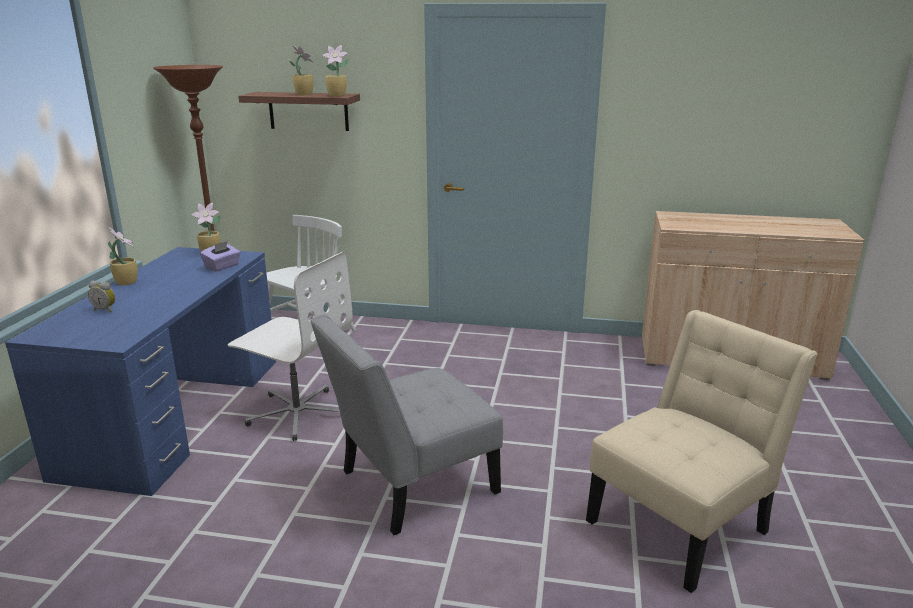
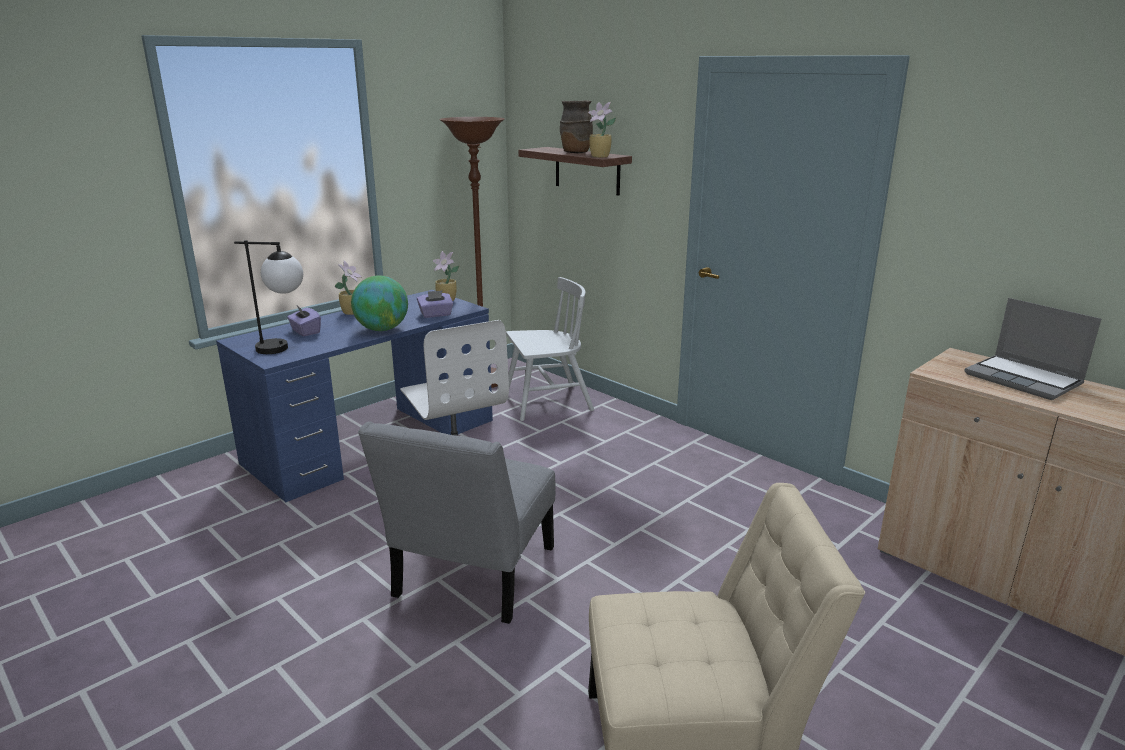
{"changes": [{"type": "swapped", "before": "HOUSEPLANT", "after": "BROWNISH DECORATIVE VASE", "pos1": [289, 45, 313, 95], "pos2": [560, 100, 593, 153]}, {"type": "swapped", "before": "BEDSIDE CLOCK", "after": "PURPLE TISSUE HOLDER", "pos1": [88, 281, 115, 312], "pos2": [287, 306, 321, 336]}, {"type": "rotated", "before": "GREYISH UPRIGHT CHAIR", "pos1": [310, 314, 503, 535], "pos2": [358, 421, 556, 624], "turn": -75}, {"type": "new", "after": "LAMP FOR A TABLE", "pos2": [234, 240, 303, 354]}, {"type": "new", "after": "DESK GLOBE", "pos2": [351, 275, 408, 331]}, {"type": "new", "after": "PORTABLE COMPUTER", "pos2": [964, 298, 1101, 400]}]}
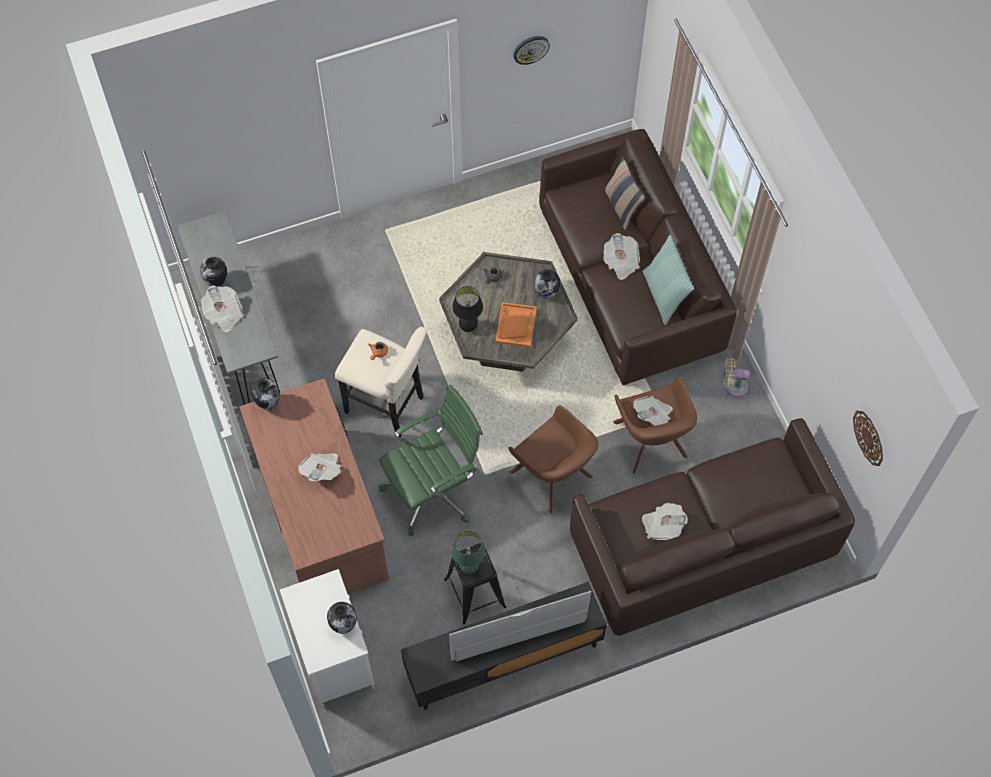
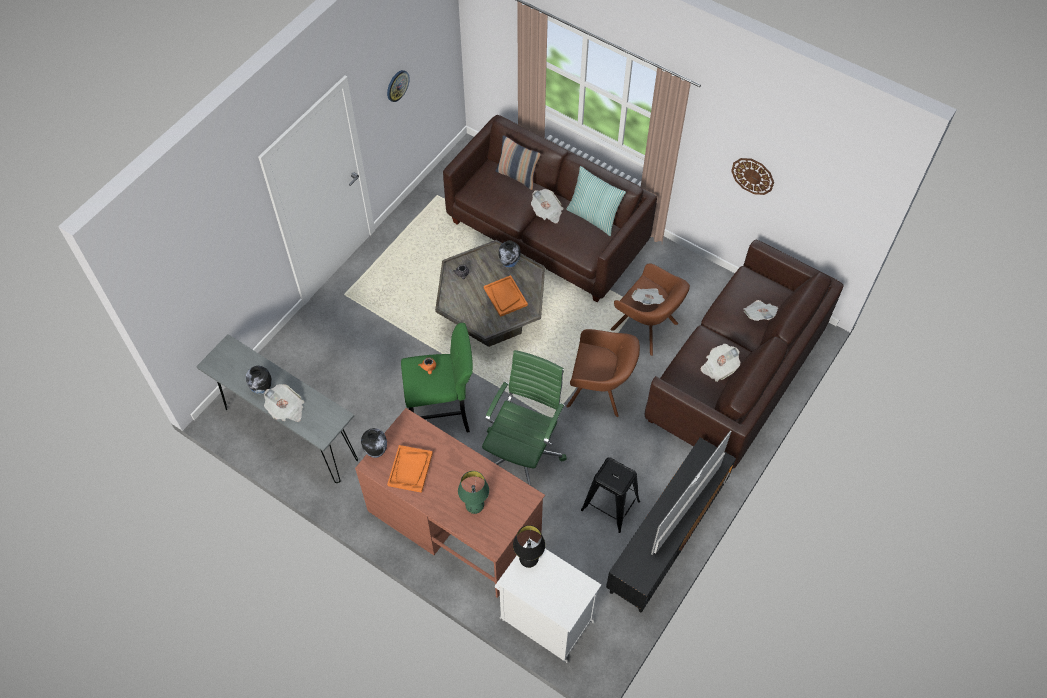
{"changes": [{"type": "shifted", "before": "BLACK-COLOURED LAMP FOR A TABLE", "pos1": [452, 286, 483, 332], "pos2": [513, 525, 545, 568]}, {"type": "repainted", "before": "BEIGE SITTING STOOL", "after": "GREEN-COLOURED SITTING STOOL", "pos1": [335, 327, 427, 437], "pos2": [401, 323, 473, 432]}, {"type": "gone", "before": "BEIGE COOLING FAN", "pos1": [723, 357, 749, 397]}, {"type": "shifted", "before": "WALL CLOCK", "pos1": [853, 411, 883, 466], "pos2": [731, 158, 774, 195]}, {"type": "shifted", "before": "PRINTED PAPER", "pos1": [298, 453, 341, 481], "pos2": [743, 300, 778, 321]}, {"type": "shifted", "before": "GREEN-COLOURED LAMP FOR A TABLE", "pos1": [452, 531, 486, 574], "pos2": [458, 471, 489, 514]}, {"type": "gone", "before": "DECORATIVE VASE", "pos1": [327, 602, 357, 634]}, {"type": "new", "after": "ORANGEY CARRYING TRAY", "pos2": [387, 445, 433, 493]}]}
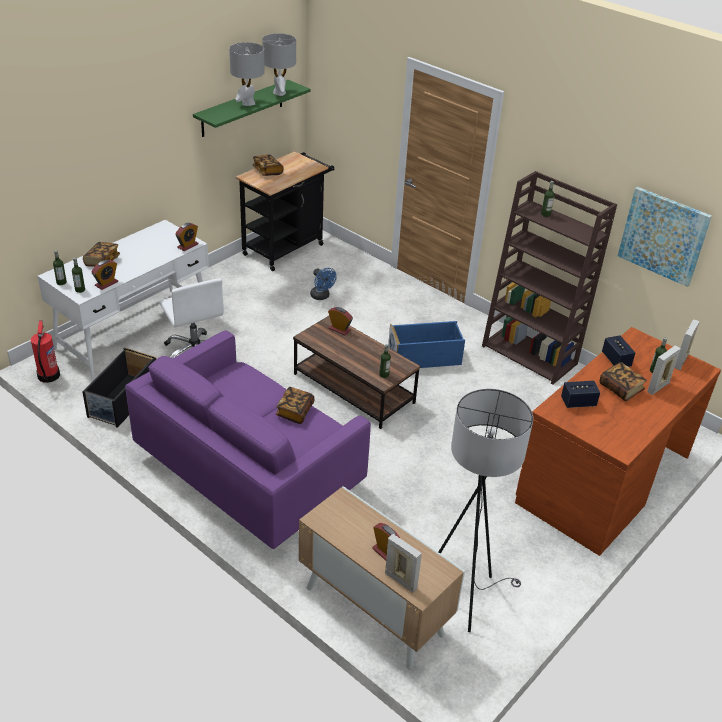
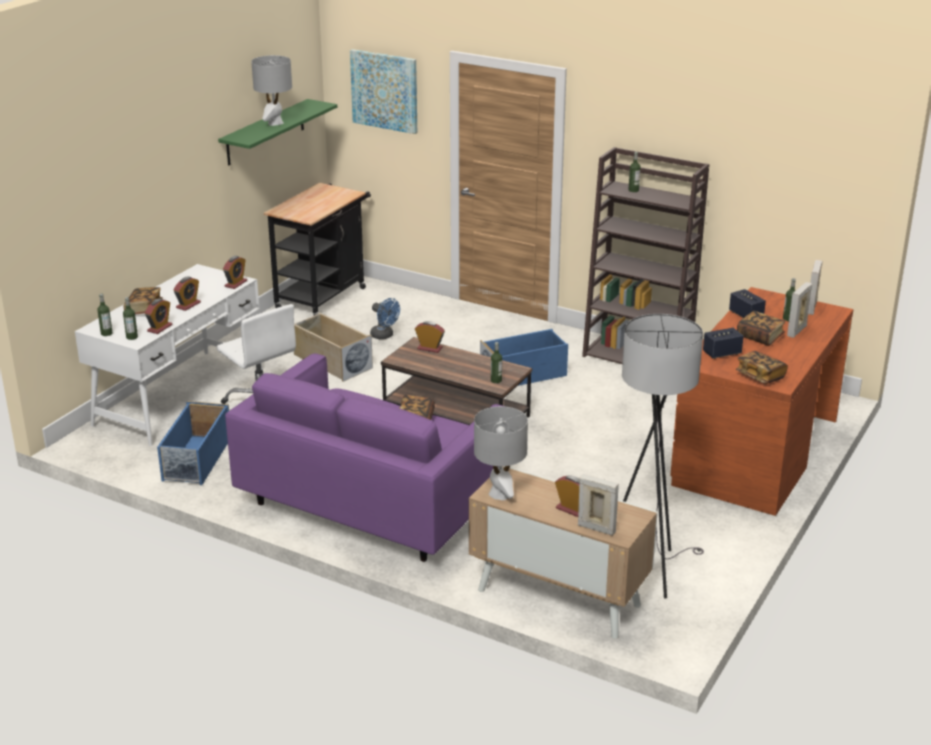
{"changes": [{"type": "shifted", "before": "GREYISH LAMP FOR A TABLE", "pos1": [262, 33, 296, 96], "pos2": [474, 406, 528, 500]}, {"type": "shifted", "before": "BOUND BOOK", "pos1": [252, 154, 283, 176], "pos2": [736, 351, 788, 384]}, {"type": "shifted", "before": "WALL PICTURE", "pos1": [618, 187, 712, 287], "pos2": [350, 49, 417, 134]}, {"type": "gone", "before": "EXTINGUISHER", "pos1": [31, 320, 60, 383]}, {"type": "repainted", "before": "BLACK-COLOURED STORAGE BIN", "after": "BLUISH STORAGE BIN", "pos1": [82, 347, 156, 428], "pos2": [157, 401, 229, 485]}, {"type": "new", "after": "BEDSIDE CLOCK", "pos2": [174, 276, 201, 311]}, {"type": "new", "after": "BEIGE STORAGE BIN", "pos2": [294, 313, 373, 382]}]}
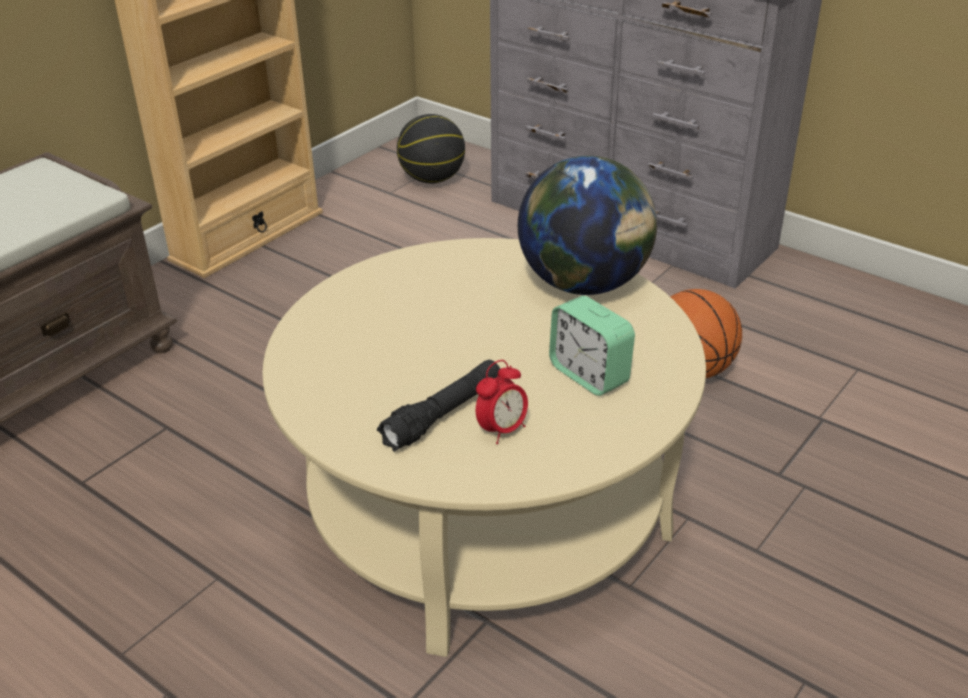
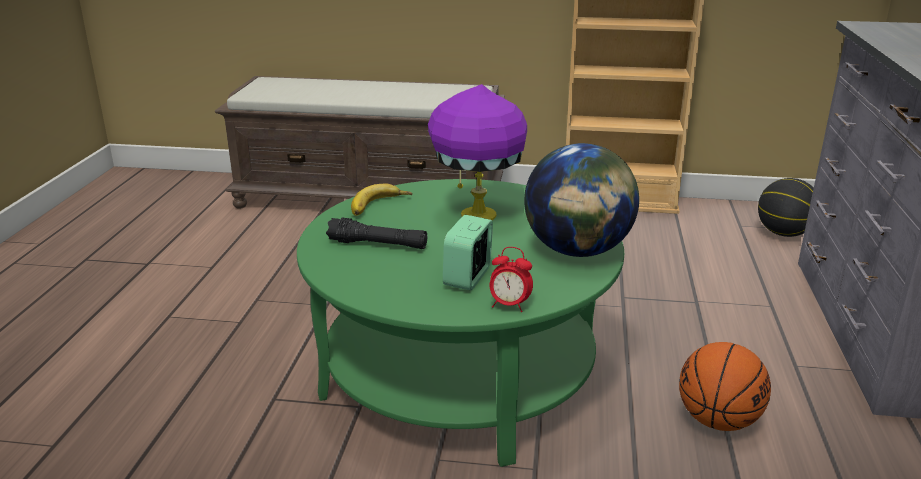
{"changes": [{"type": "repainted", "before": "BEIGE LOUNGE TABLE", "after": "GREEN-COLOURED LOUNGE TABLE", "pos1": [262, 238, 706, 657], "pos2": [297, 179, 624, 467]}, {"type": "shifted", "before": "BEDSIDE CLOCK", "pos1": [476, 360, 528, 444], "pos2": [490, 247, 533, 312]}, {"type": "new", "after": "PURPLE LAMP FOR A TABLE", "pos2": [428, 84, 527, 220]}, {"type": "new", "after": "BANANA FRUIT", "pos2": [351, 184, 412, 216]}]}
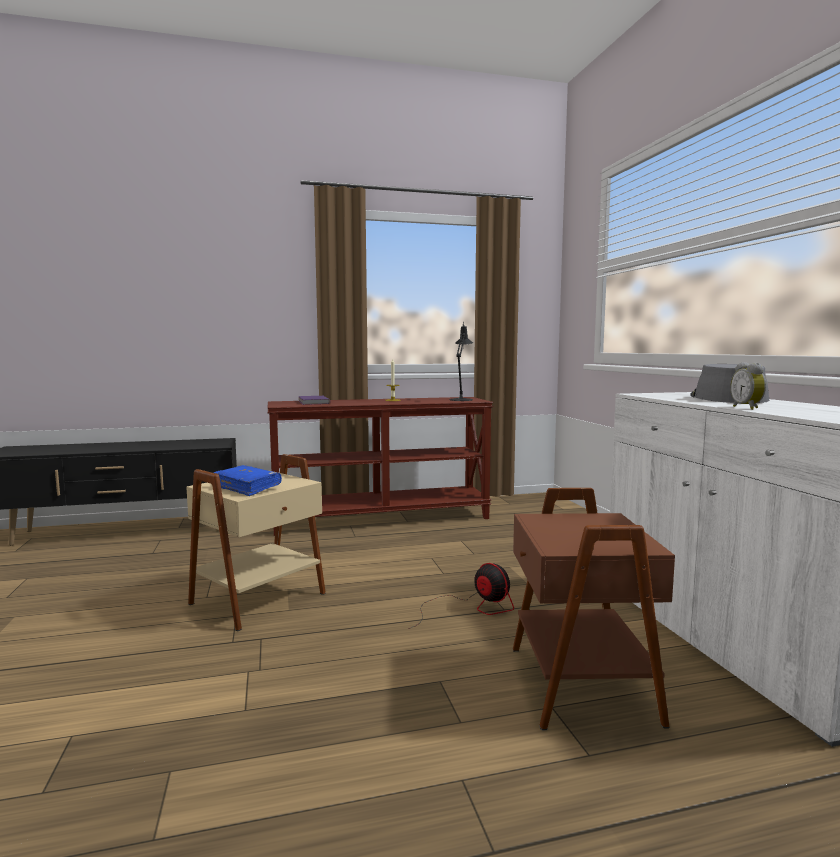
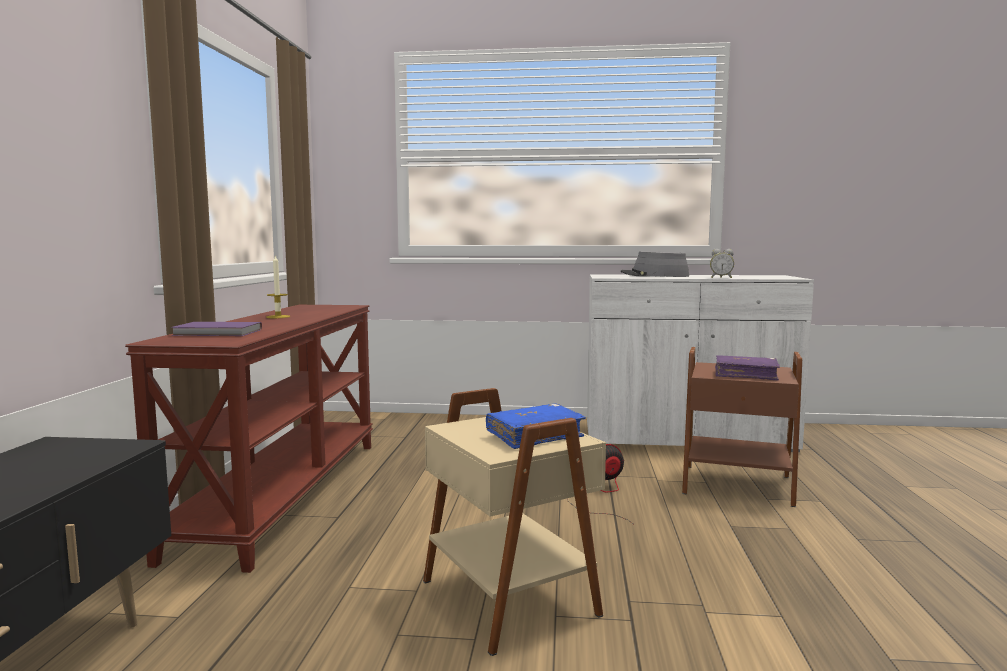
{"changes": [{"type": "gone", "before": "BLACK-COLOURED LAMP FOR A TABLE", "pos1": [449, 322, 473, 401]}, {"type": "new", "after": "PURPLE BOUND BOOK", "pos2": [715, 355, 780, 381]}]}
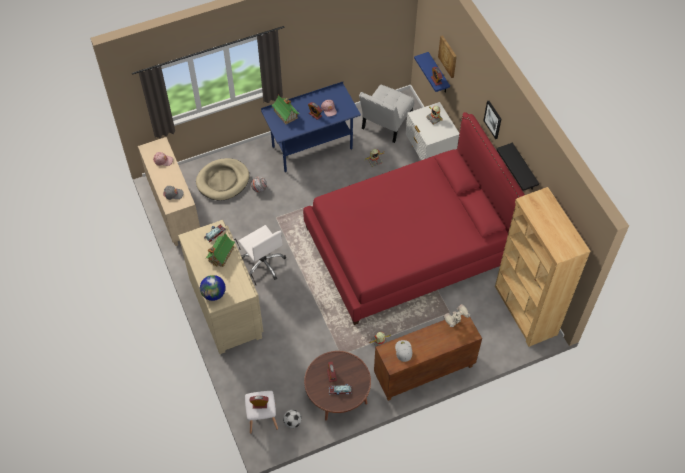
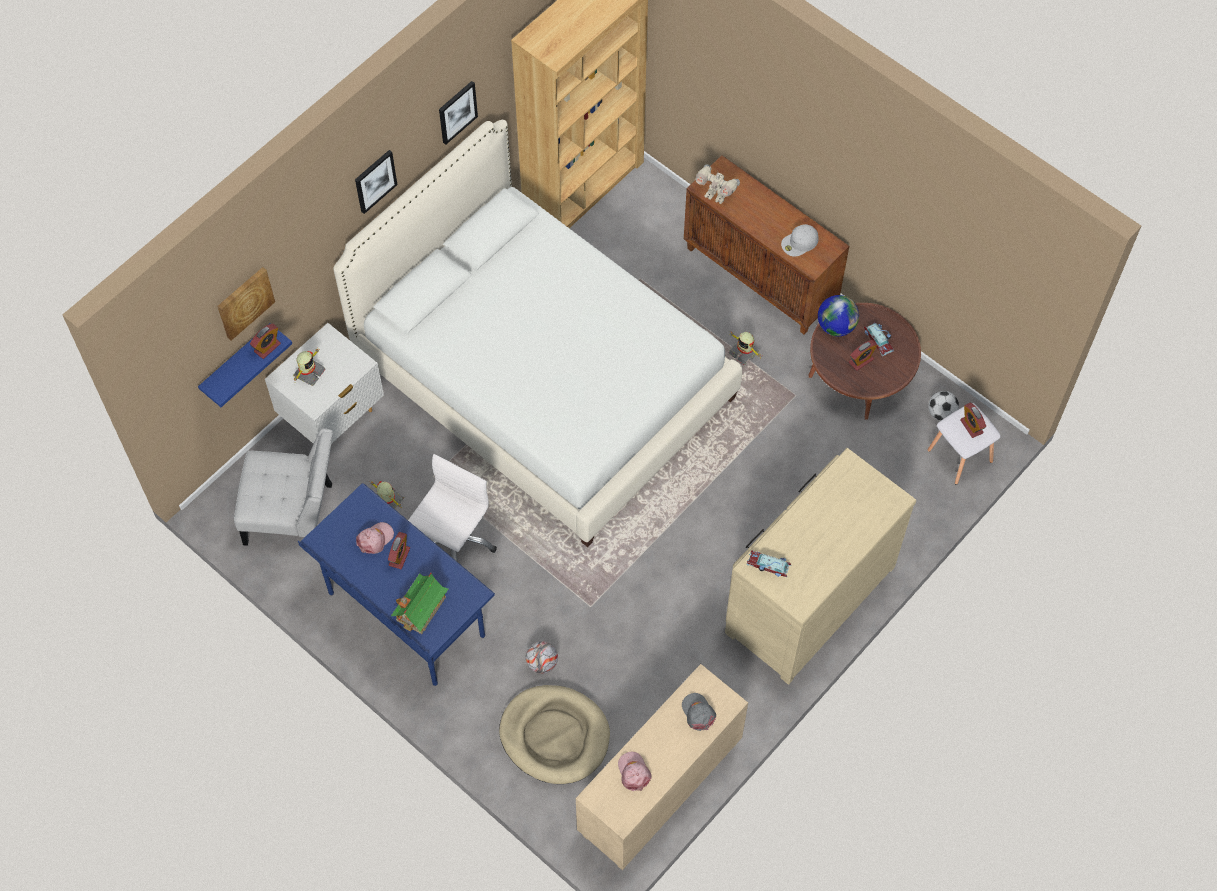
{"changes": [{"type": "repainted", "before": "RED-COLOURED BEDROOM BED", "after": "WHITE-COLOURED BEDROOM BED", "pos1": [303, 112, 525, 325], "pos2": [333, 120, 742, 547]}, {"type": "swapped", "before": "BLACK-COLOURED SHELF", "after": "WALL PICTURE", "pos1": [496, 143, 539, 191], "pos2": [439, 81, 478, 145]}, {"type": "shifted", "before": "WHITE-COLOURED OFFICE CHAIR", "pos1": [239, 225, 286, 280], "pos2": [408, 454, 497, 562]}, {"type": "gone", "before": "TOY HOUSE", "pos1": [206, 233, 235, 267]}, {"type": "shifted", "before": "DESK GLOBE", "pos1": [200, 275, 226, 301], "pos2": [818, 295, 859, 336]}]}
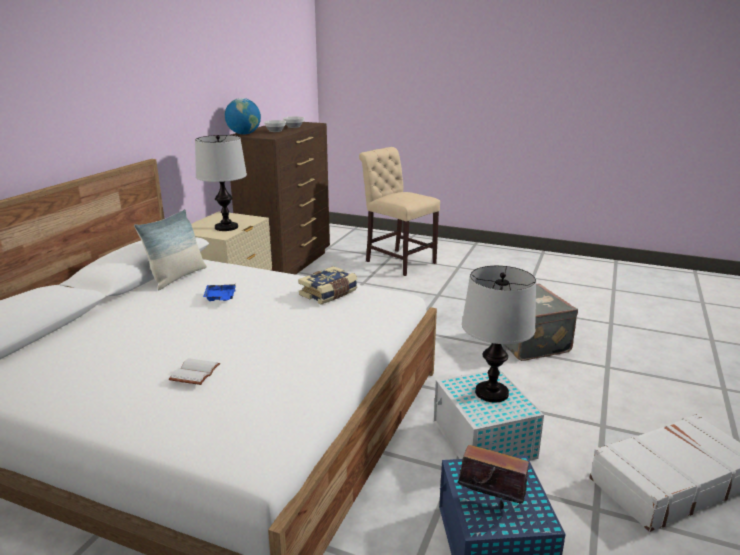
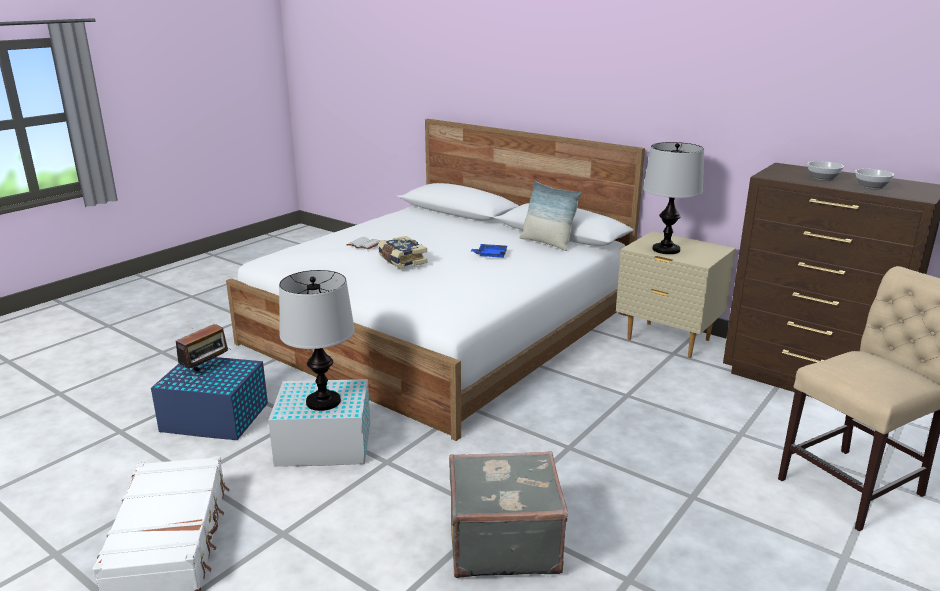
{"changes": [{"type": "gone", "before": "DESK GLOBE", "pos1": [225, 98, 261, 135]}, {"type": "shifted", "before": "BOUND BOOK", "pos1": [298, 266, 357, 305], "pos2": [378, 236, 427, 269]}]}
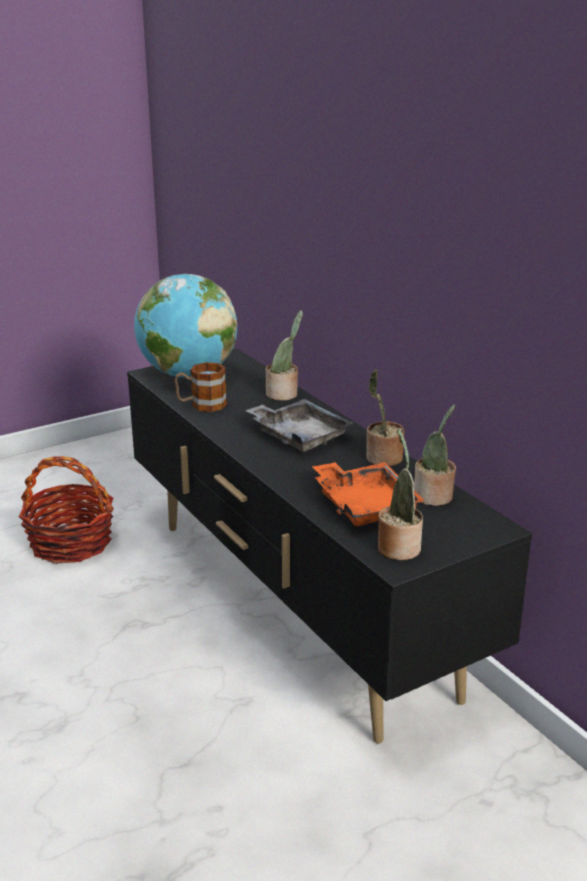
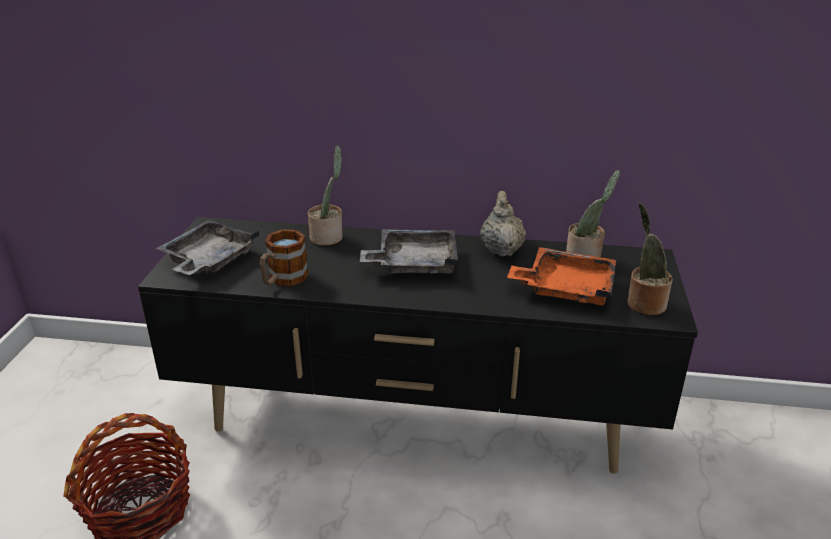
{"changes": [{"type": "swapped", "before": "DESK GLOBE", "after": "GREYISH CARRYING TRAY", "pos1": [134, 274, 237, 378], "pos2": [156, 220, 259, 275]}, {"type": "swapped", "before": "HOUSEPLANT", "after": "BEIGE TEAPOT", "pos1": [366, 370, 404, 466], "pos2": [481, 191, 526, 257]}]}
